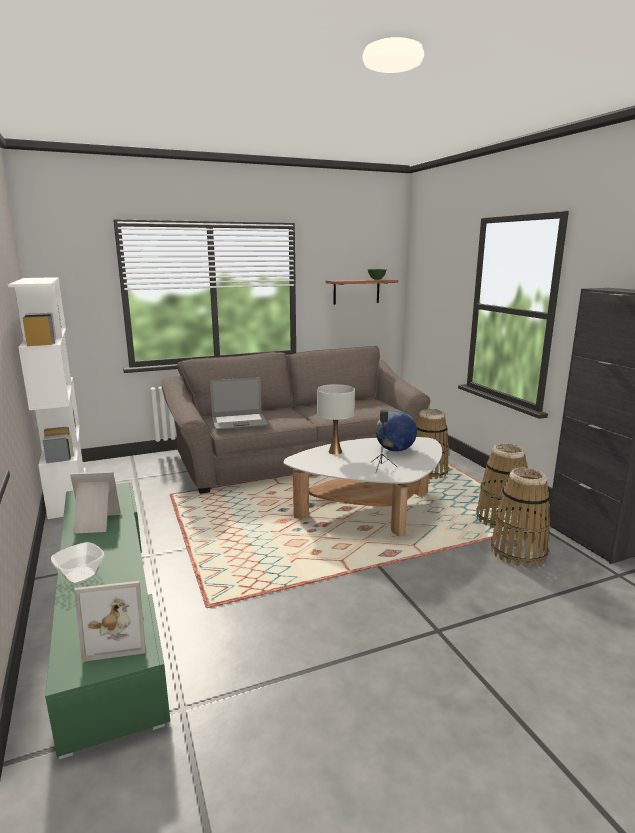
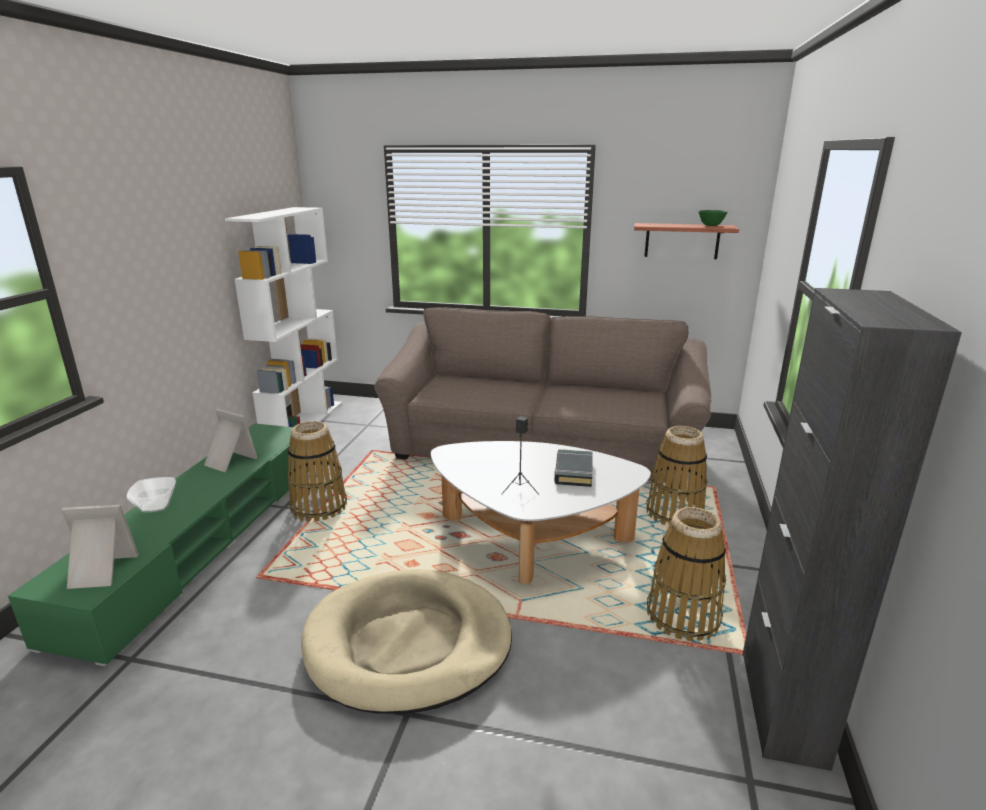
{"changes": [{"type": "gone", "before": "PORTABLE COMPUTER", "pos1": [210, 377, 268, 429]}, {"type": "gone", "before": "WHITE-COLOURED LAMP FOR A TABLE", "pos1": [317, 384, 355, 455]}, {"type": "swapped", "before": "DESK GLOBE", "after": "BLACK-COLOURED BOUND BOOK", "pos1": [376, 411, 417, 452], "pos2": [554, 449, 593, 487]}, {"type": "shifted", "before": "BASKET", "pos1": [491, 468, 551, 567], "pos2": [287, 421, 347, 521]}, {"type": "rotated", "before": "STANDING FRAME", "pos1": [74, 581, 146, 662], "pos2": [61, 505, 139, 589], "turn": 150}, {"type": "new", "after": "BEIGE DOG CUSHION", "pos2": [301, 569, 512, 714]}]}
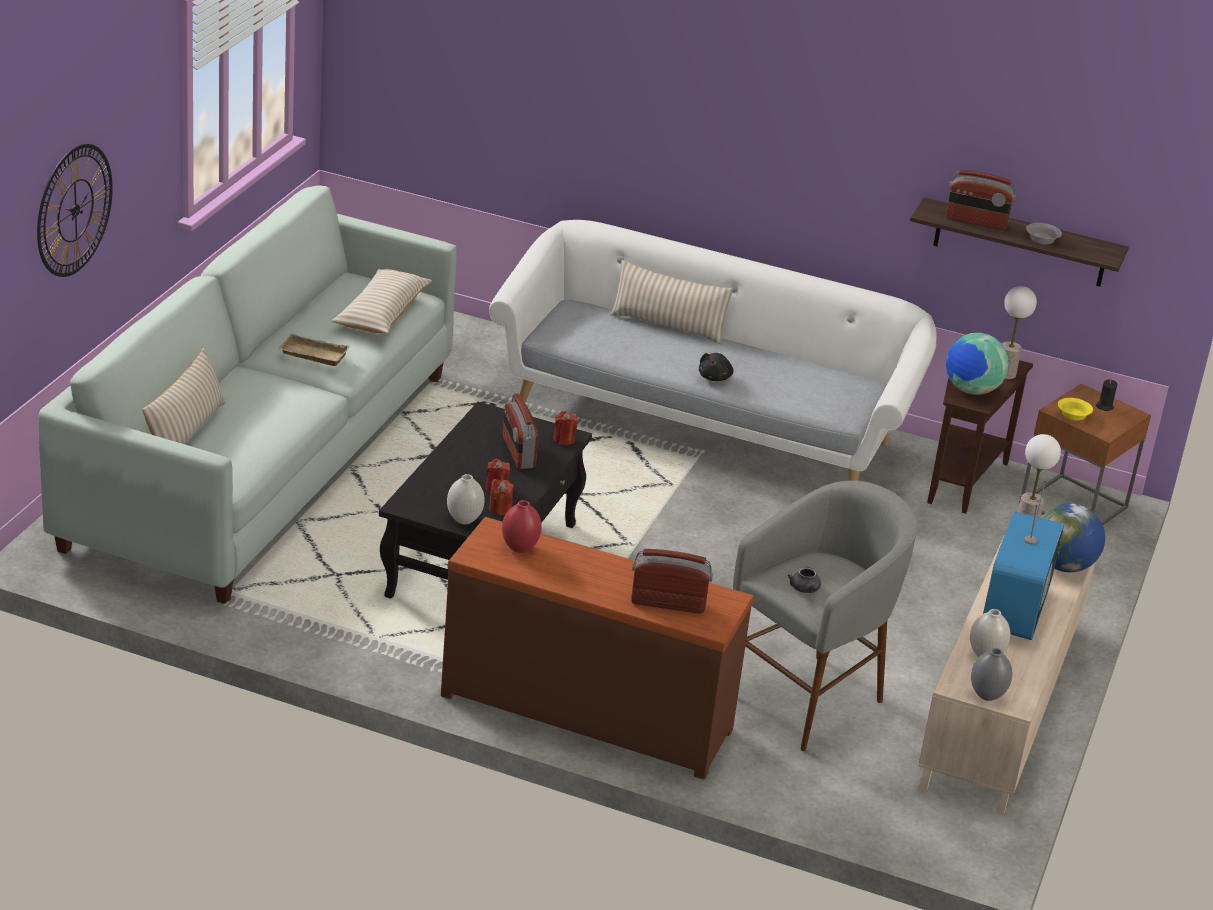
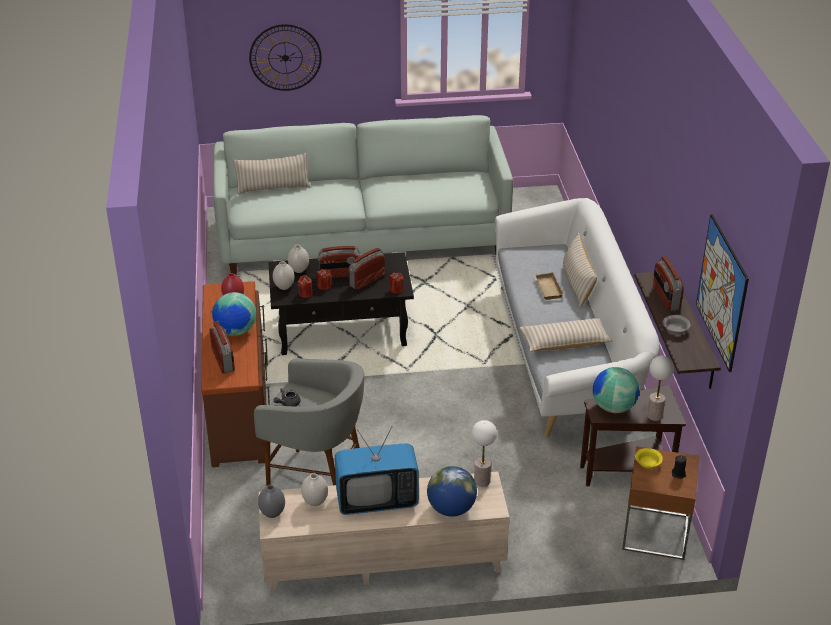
{"changes": [{"type": "shifted", "before": "BEIGE CUSHION", "pos1": [331, 269, 432, 334], "pos2": [519, 318, 612, 352]}, {"type": "shifted", "before": "BEIGE CARRYING TRAY", "pos1": [278, 333, 350, 366], "pos2": [533, 272, 564, 300]}, {"type": "gone", "before": "BLACK-COLOURED PLUSH TOY", "pos1": [699, 353, 734, 381]}, {"type": "new", "after": "WALL PICTURE", "pos2": [696, 214, 749, 372]}, {"type": "new", "after": "WHITE-COLOURED DECORATIVE VASE", "pos2": [288, 245, 309, 273]}, {"type": "new", "after": "RADIO RECEIVER", "pos2": [318, 246, 360, 278]}, {"type": "new", "after": "DESK GLOBE", "pos2": [212, 292, 256, 336]}]}
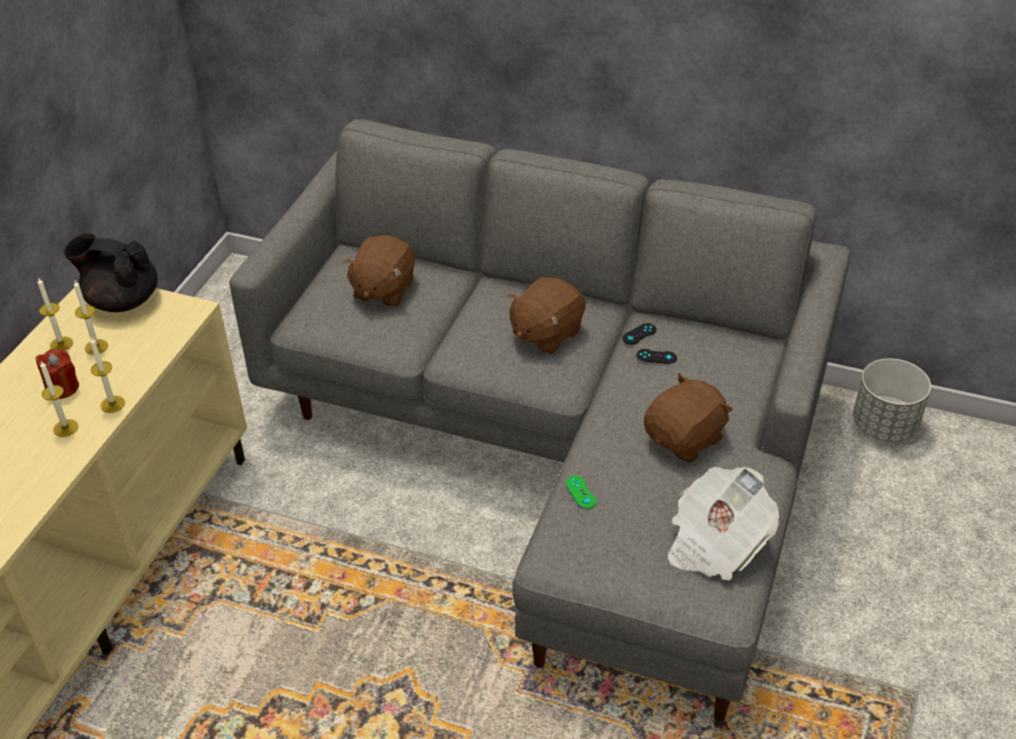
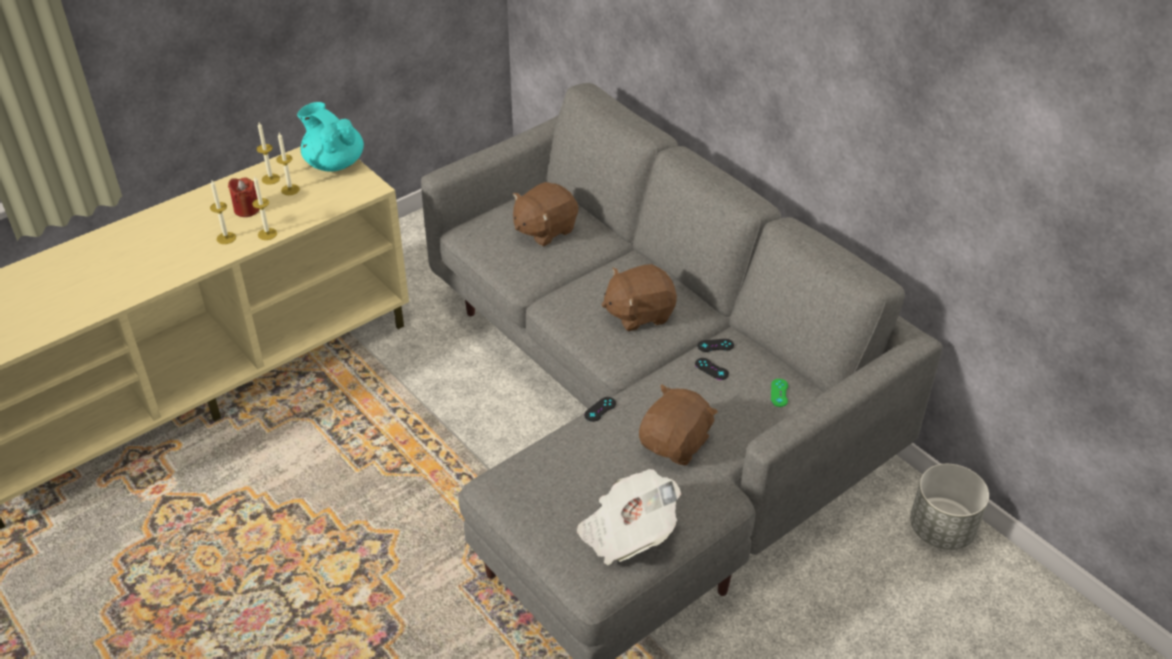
{"changes": [{"type": "repainted", "before": "BLACK-COLOURED TEAPOT", "after": "TURQUOISE-COLOURED TEAPOT", "pos1": [64, 233, 158, 312], "pos2": [297, 102, 364, 172]}, {"type": "rotated", "before": "BROWNISH PLUSH TOY", "pos1": [644, 373, 733, 462], "pos2": [639, 384, 718, 465], "turn": -45}, {"type": "shifted", "before": "GREEN-COLOURED GAME CONTROLLER", "pos1": [566, 476, 597, 509], "pos2": [771, 379, 788, 407]}, {"type": "new", "after": "BLACK-COLOURED GAME CONTROLLER", "pos2": [584, 397, 616, 422]}]}
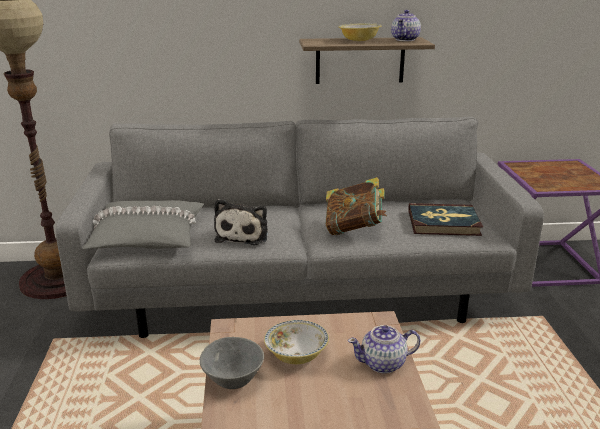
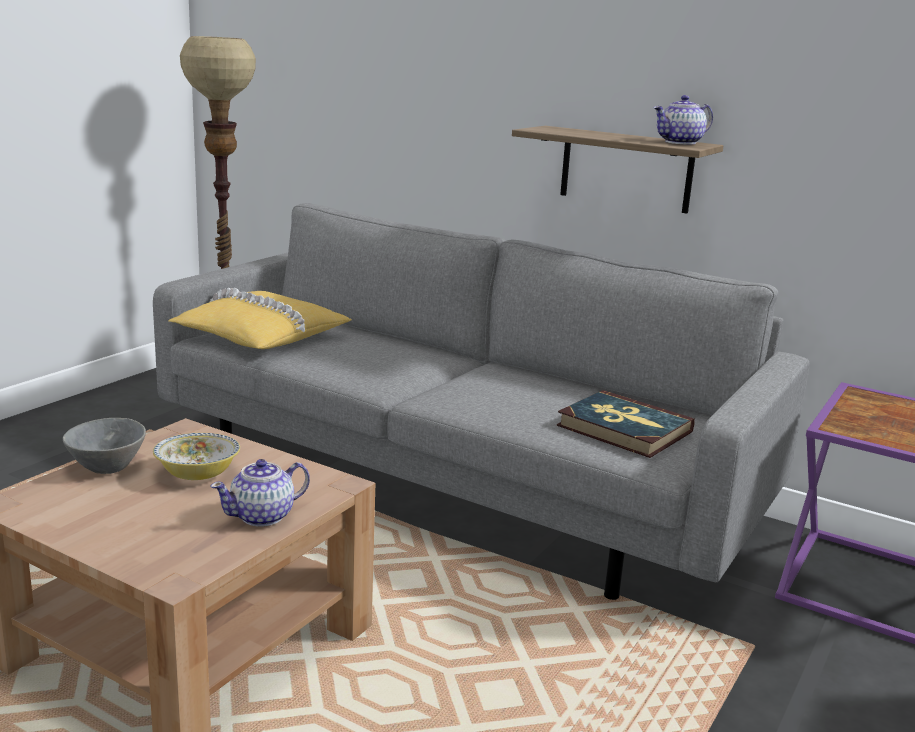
{"changes": [{"type": "gone", "before": "DEEP DISH", "pos1": [338, 23, 382, 41]}, {"type": "gone", "before": "BOUND BOOK", "pos1": [326, 177, 387, 235]}, {"type": "gone", "before": "PLUSH TOY", "pos1": [214, 199, 268, 245]}, {"type": "repainted", "before": "GREYISH CUSHION", "after": "YELLOW CUSHION", "pos1": [83, 200, 204, 249], "pos2": [169, 288, 352, 349]}, {"type": "rotated", "before": "TEAPOT", "pos1": [348, 325, 420, 373], "pos2": [210, 459, 310, 527], "turn": -60}]}
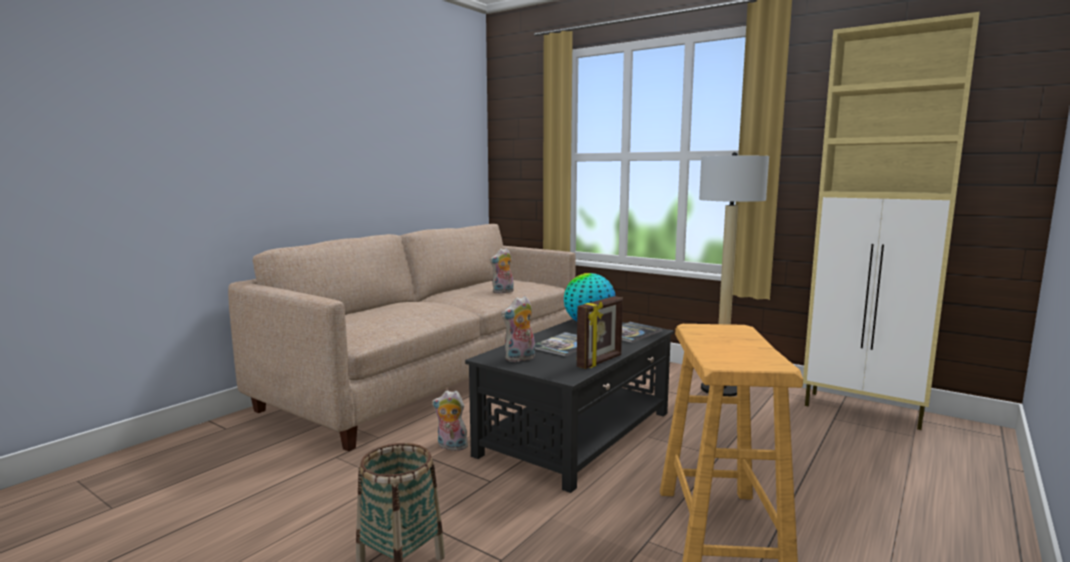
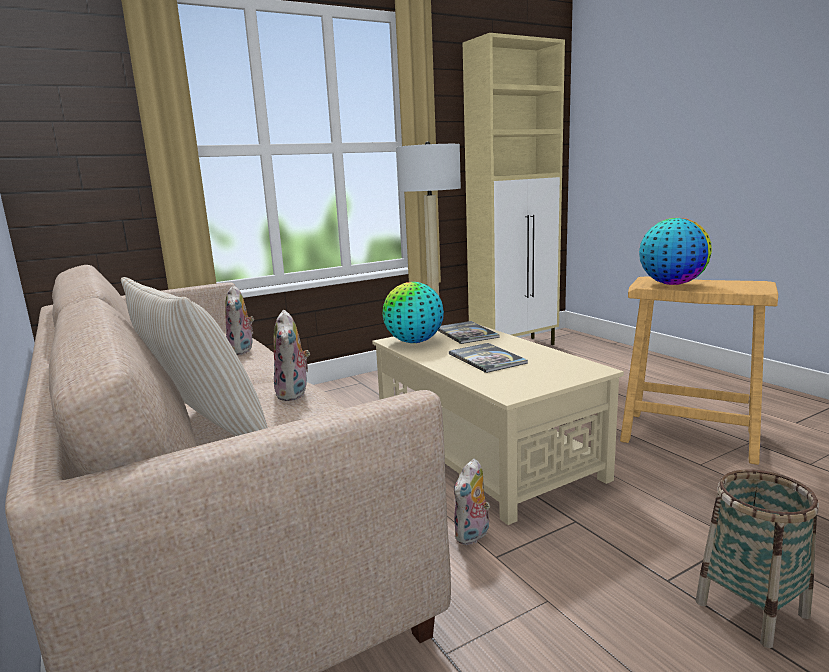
{"changes": [{"type": "shifted", "before": "PLUSH TOY", "pos1": [501, 296, 535, 362], "pos2": [273, 310, 310, 401]}, {"type": "gone", "before": "STANDING FRAME", "pos1": [577, 296, 623, 369]}, {"type": "repainted", "before": "BLACK-COLOURED LOUNGE TABLE", "after": "BEIGE LOUNGE TABLE", "pos1": [465, 319, 674, 493], "pos2": [372, 326, 624, 525]}, {"type": "new", "after": "DESK GLOBE", "pos2": [639, 218, 712, 285]}, {"type": "new", "after": "BEIGE CUSHION", "pos2": [121, 277, 268, 436]}]}
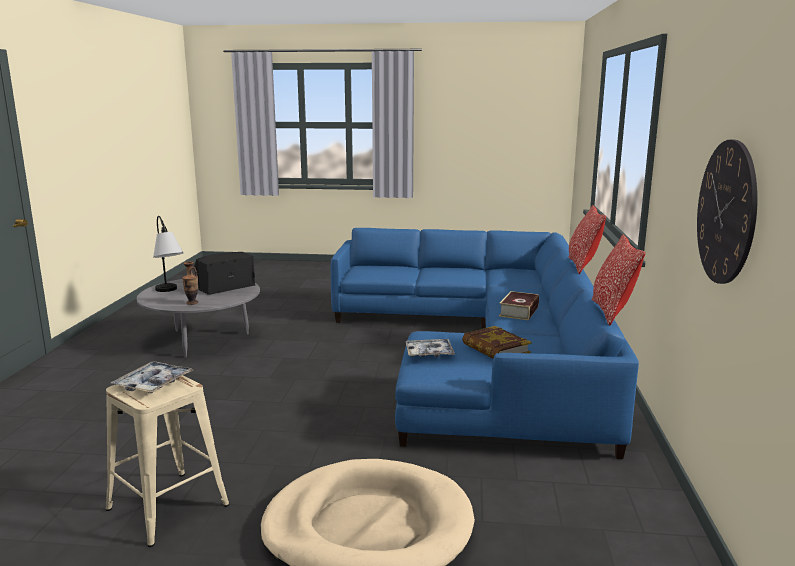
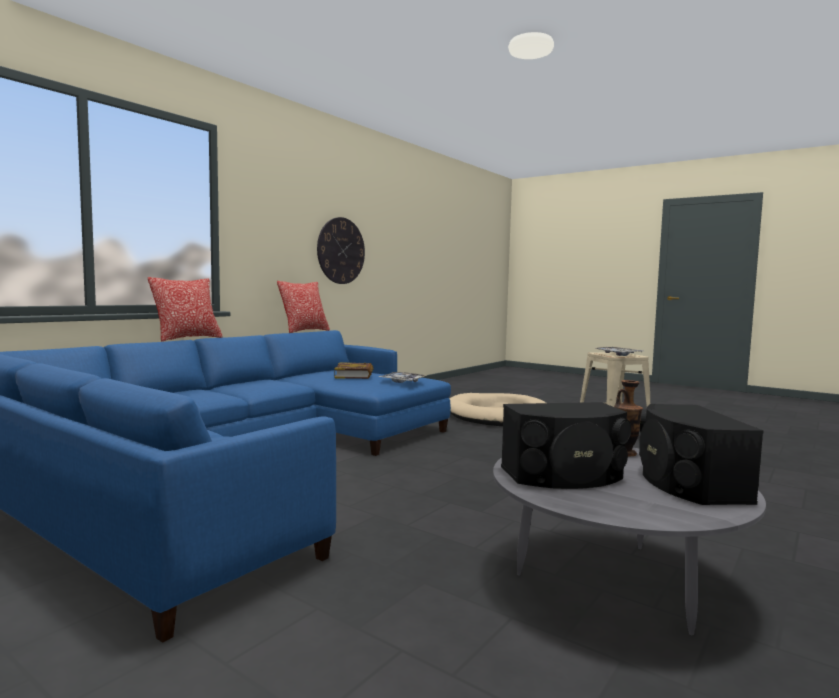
{"changes": [{"type": "swapped", "before": "LAMP FOR A TABLE", "after": "BLACK-COLOURED SPEAKER", "pos1": [153, 216, 183, 292], "pos2": [639, 404, 764, 505]}, {"type": "gone", "before": "BOUND BOOK", "pos1": [499, 291, 539, 320]}]}
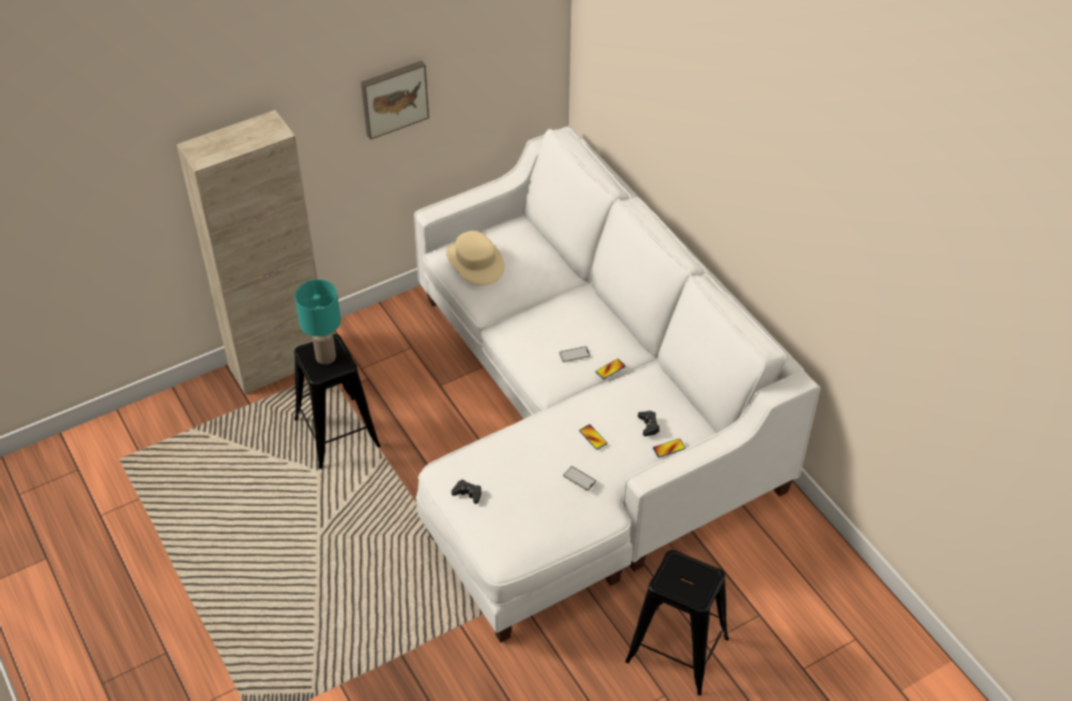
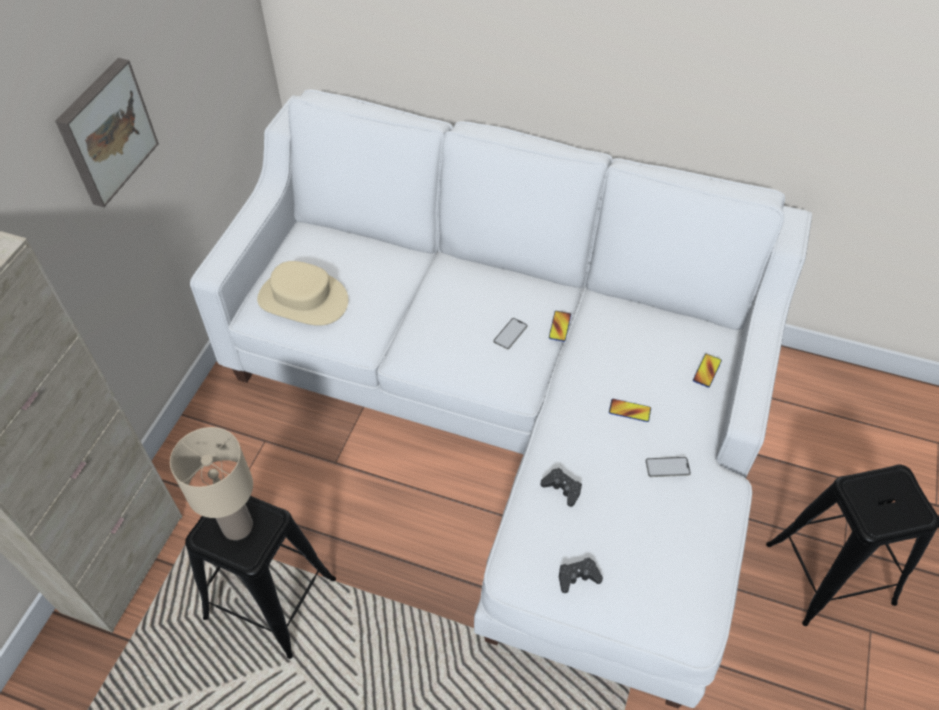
{"changes": [{"type": "repainted", "before": "TURQUOISE-COLOURED LAMP FOR A TABLE", "after": "BEIGE LAMP FOR A TABLE", "pos1": [295, 279, 341, 364], "pos2": [170, 427, 253, 540]}, {"type": "shifted", "before": "BLACK-COLOURED GAME CONTROLLER", "pos1": [638, 411, 660, 436], "pos2": [541, 468, 582, 507]}]}
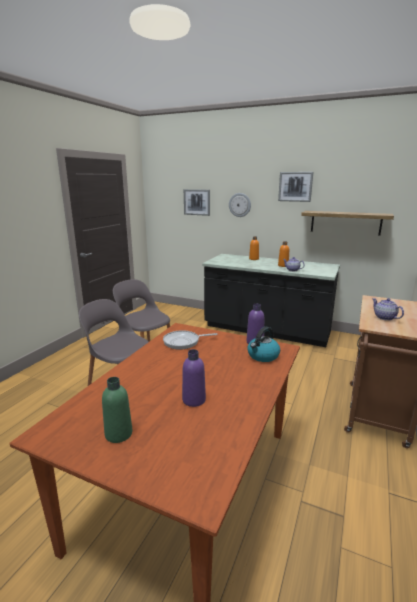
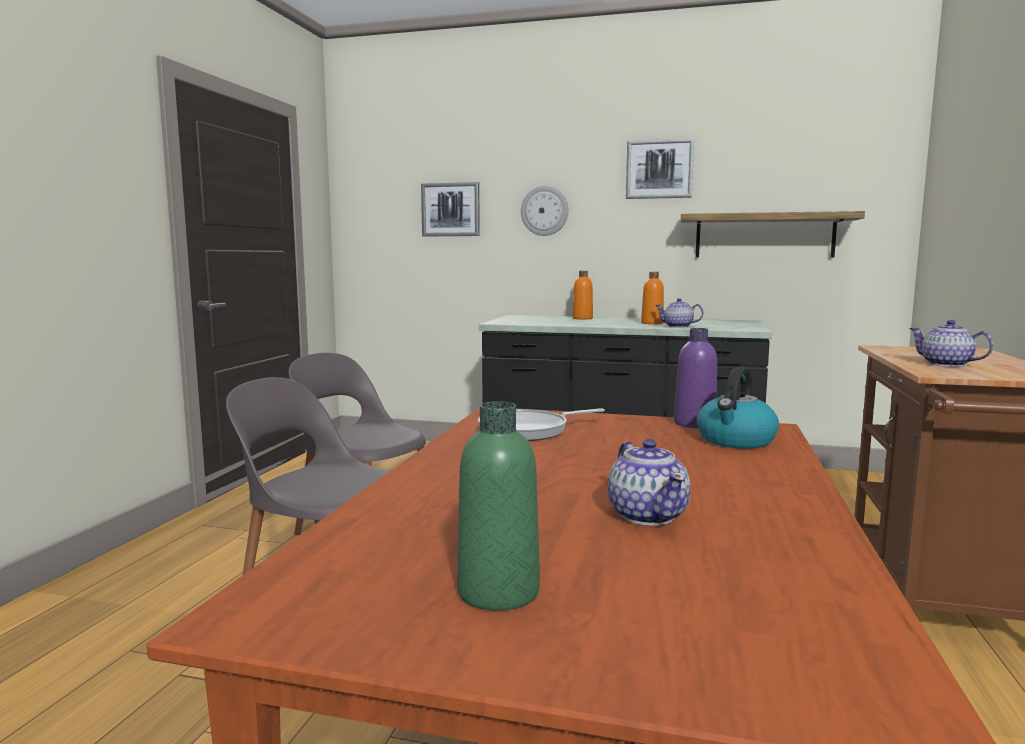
{"changes": [{"type": "swapped", "before": "PURPLE DRINK BOTTLE", "after": "TEAPOT", "pos1": [182, 349, 206, 407], "pos2": [608, 439, 690, 526]}]}
